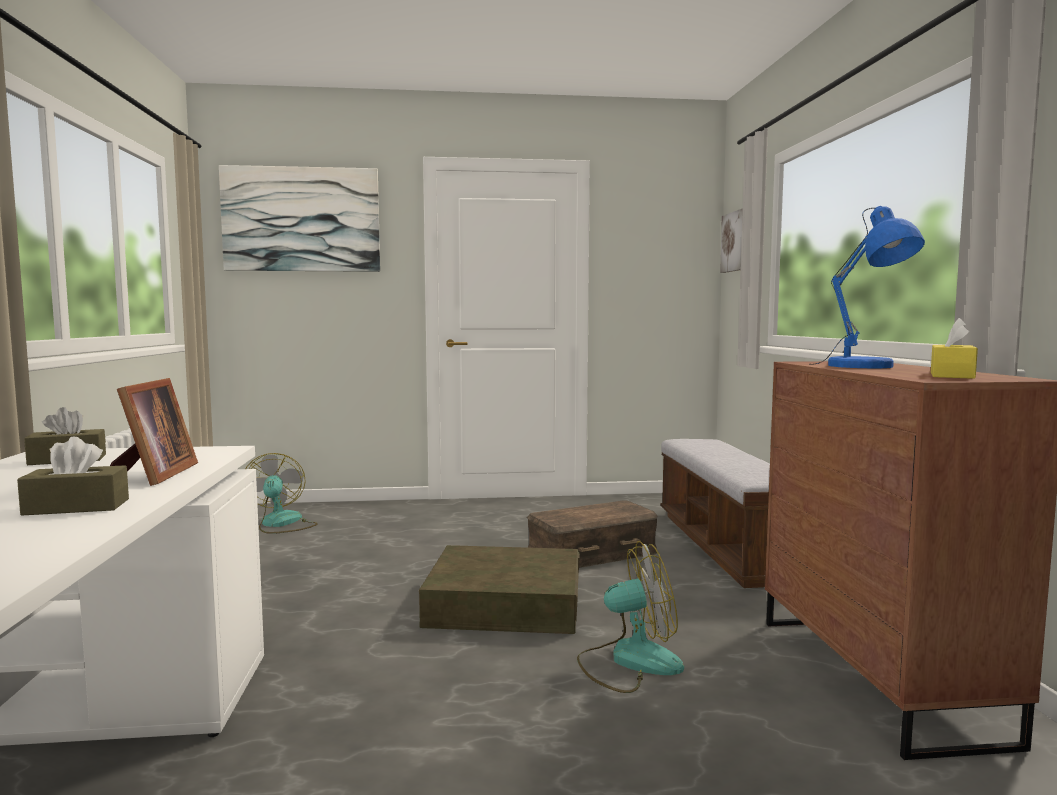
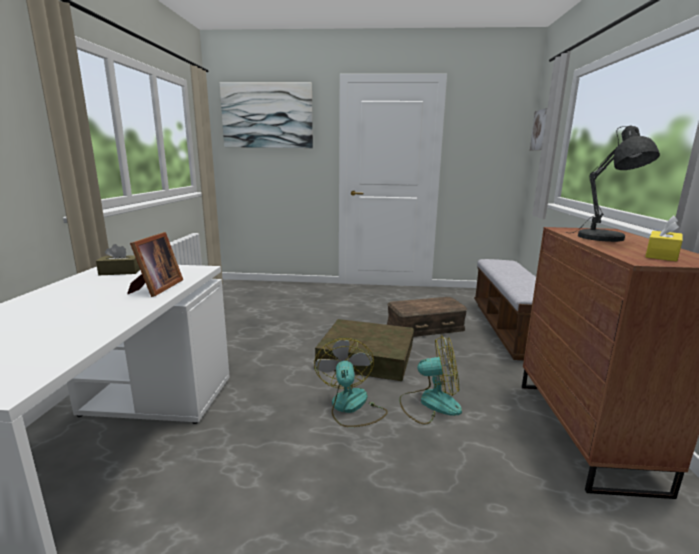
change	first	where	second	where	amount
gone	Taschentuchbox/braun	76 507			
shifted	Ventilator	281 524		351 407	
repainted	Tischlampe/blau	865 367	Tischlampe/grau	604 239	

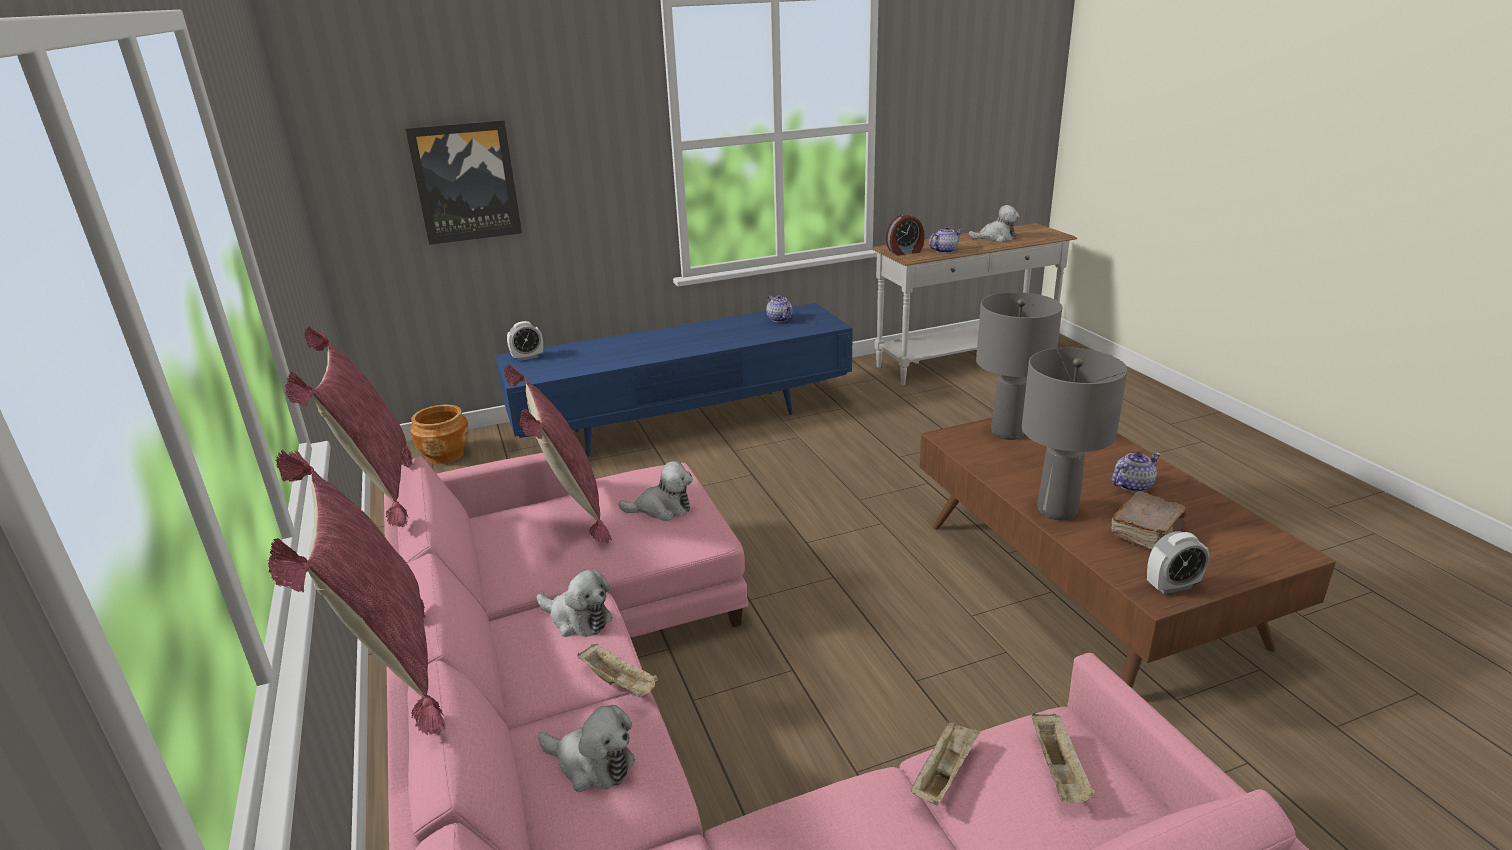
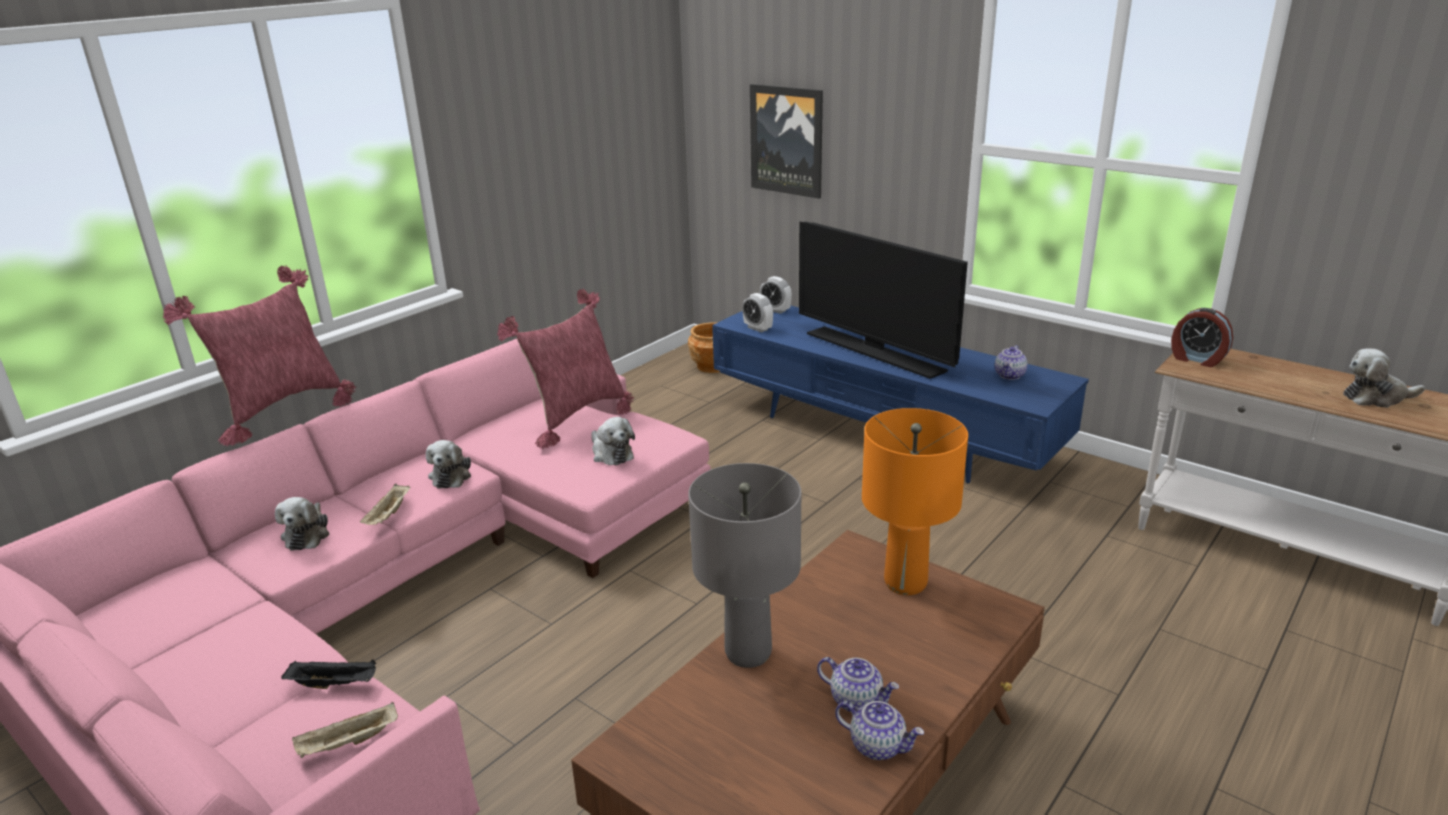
change	first	where	second	where	amount
gone	Kissen/rot	376 500			
gone	Buch/braun	1147 532			
new			Fernseher	875 352	
shifted	Teekanne	944 251		878 746	
shifted	Wecker	1172 586		758 328	
repainted	Tablett/beige	944 773	Tablett/schwarz	335 684	
repainted	Tischlampe/grau	1007 432	Tischlampe/orange	905 582	
rotated	Plüschtier	996 238		1376 397	120 degrees clockwise

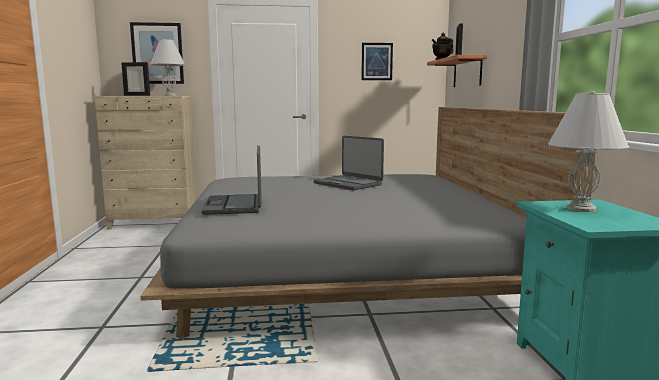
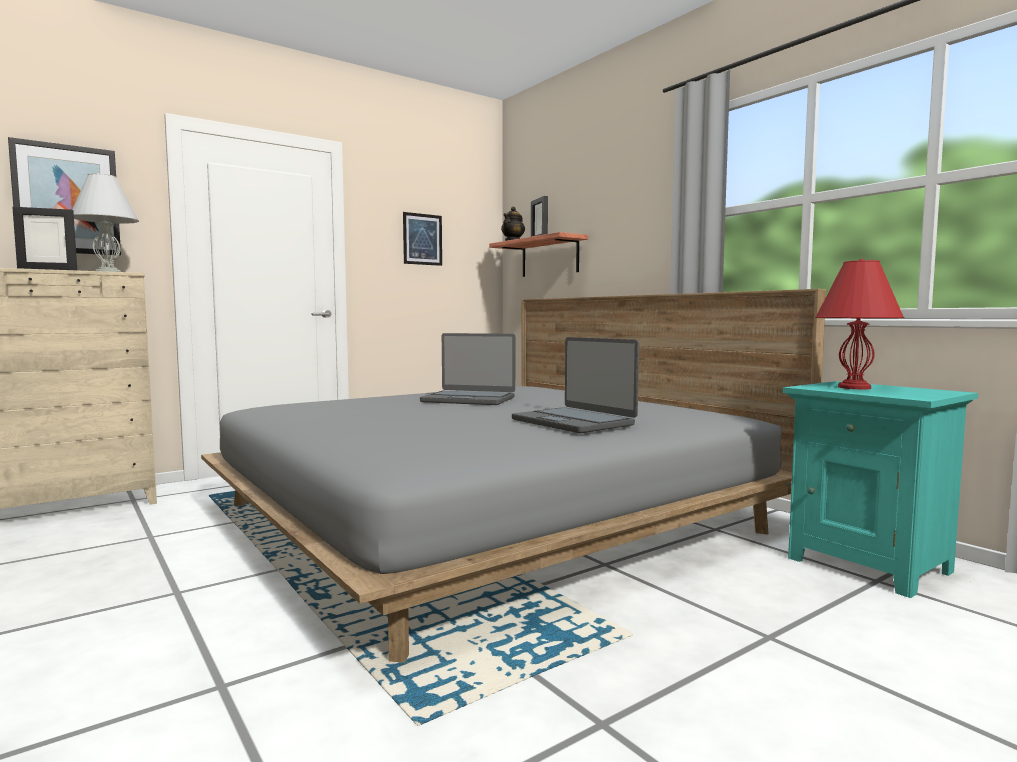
change	first	where	second	where	amount
shifted	Laptop	234 206		573 422	
repainted	Tischlampe/weiß	580 208	Tischlampe/rot	853 387	

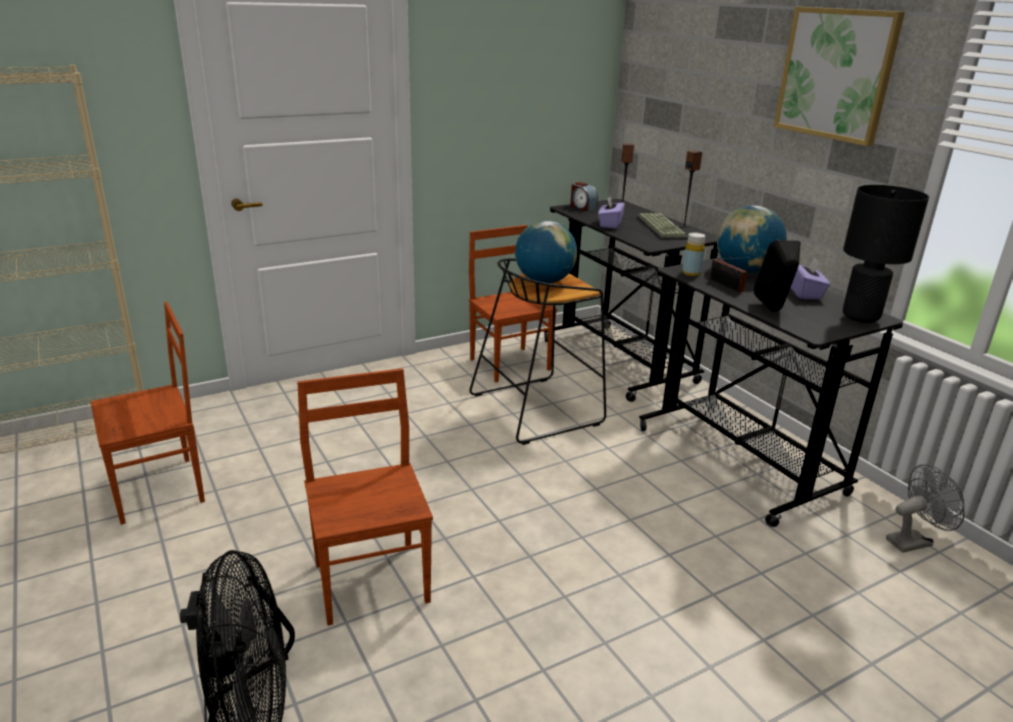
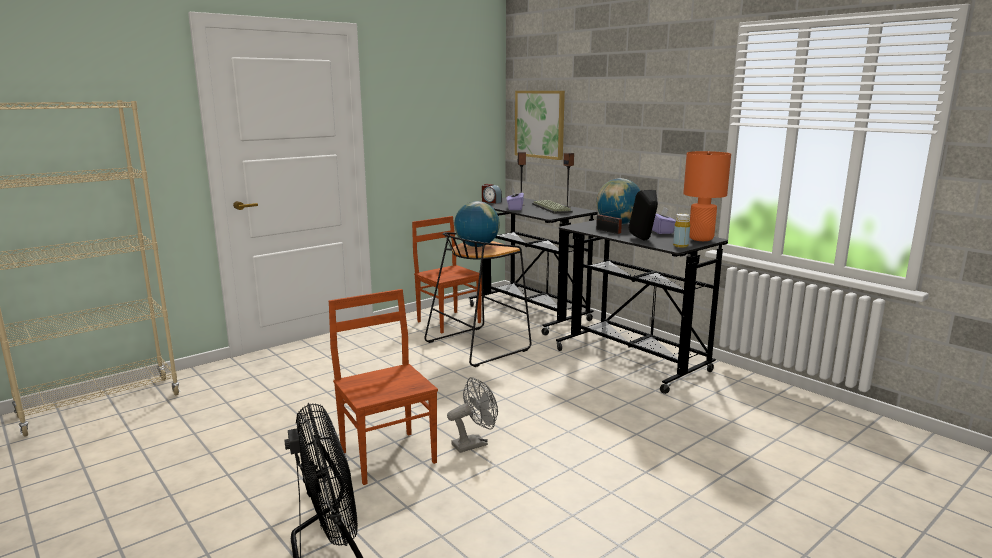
change	first	where	second	where	amount
gone	Stuhl/braun	159 490			
shifted	Flasche/gelb	691 273		680 246	
shifted	Bild	836 74		540 124	
shifted	Ventilator/grau	913 541		474 443	
repainted	Tischlampe/schwarz	861 319	Tischlampe/orange	701 240	

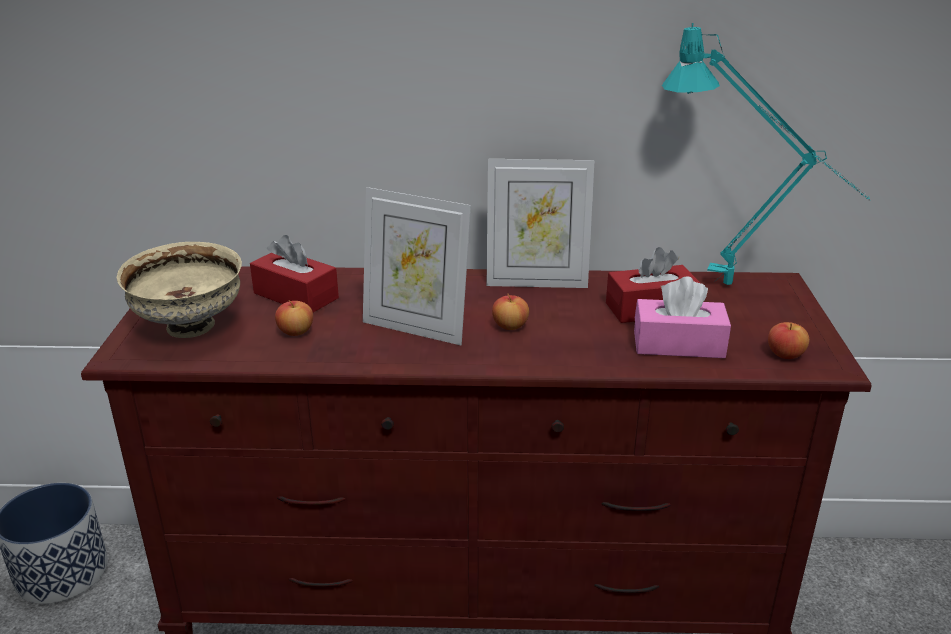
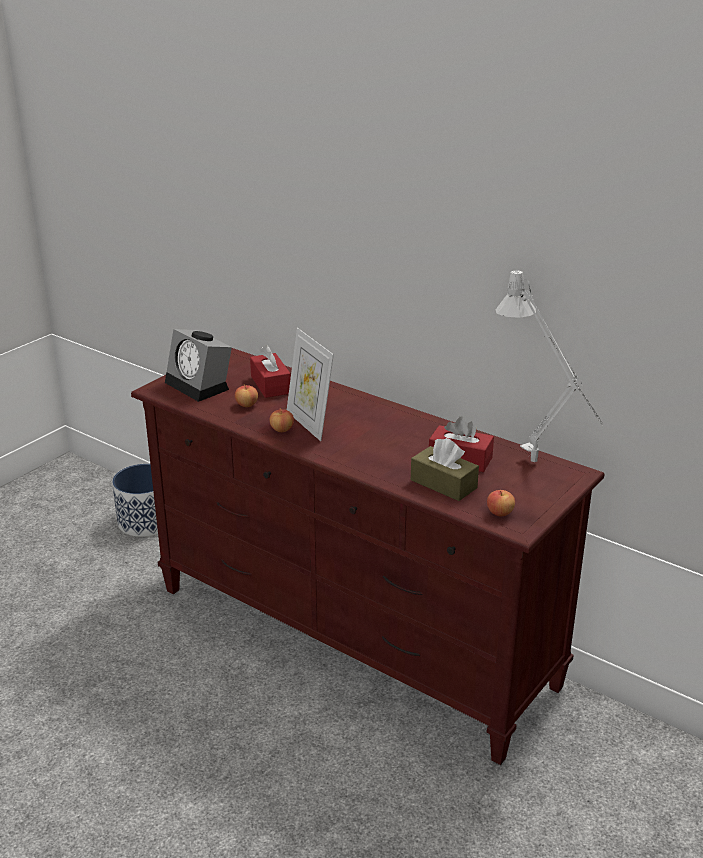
change	first	where	second	where	amount
gone	Bilderrahmen	536 282			
shifted	Apfel	510 326		282 429	
swapped	Schüssel/beige	192 327	Wecker	200 385	
repainted	Taschentuchbox/rosa	678 344	Taschentuchbox/braun	443 484	
repainted	Tischlampe/türkis	740 289	Tischlampe/grau	540 467	

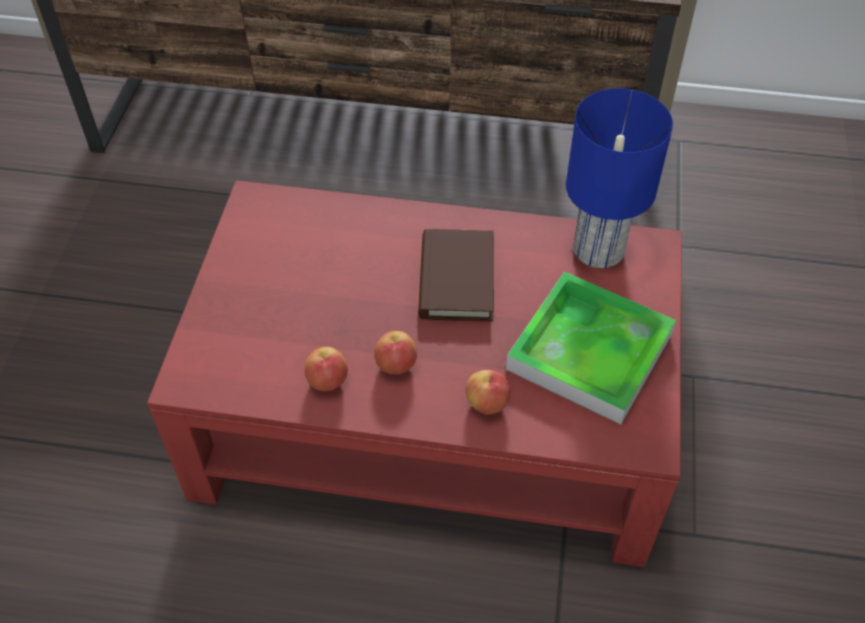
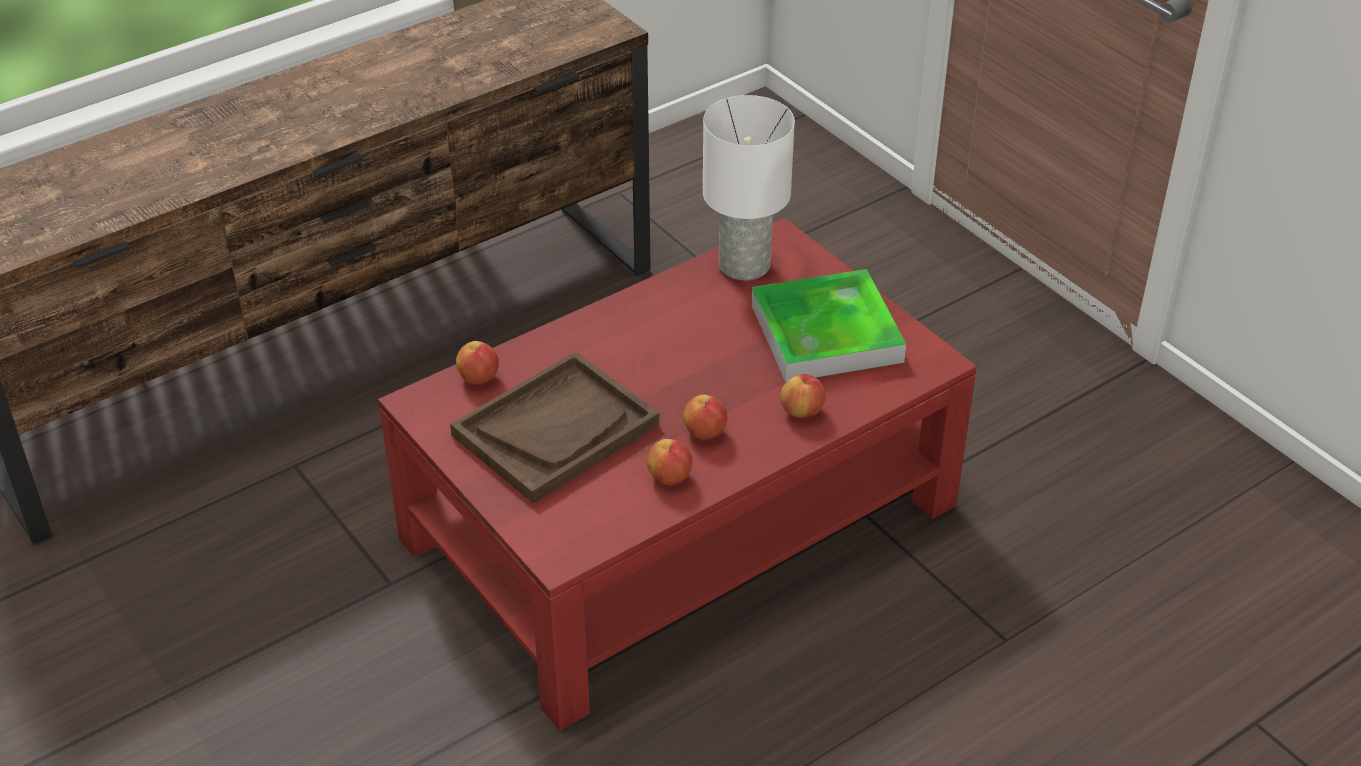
change	first	where	second	where	amount
gone	Buch/braun	456 279			
new			Tablett/braun	555 429	
new			Apfel	479 378	
repainted	Tischlampe/blau	597 249	Tischlampe/weiß	743 265	

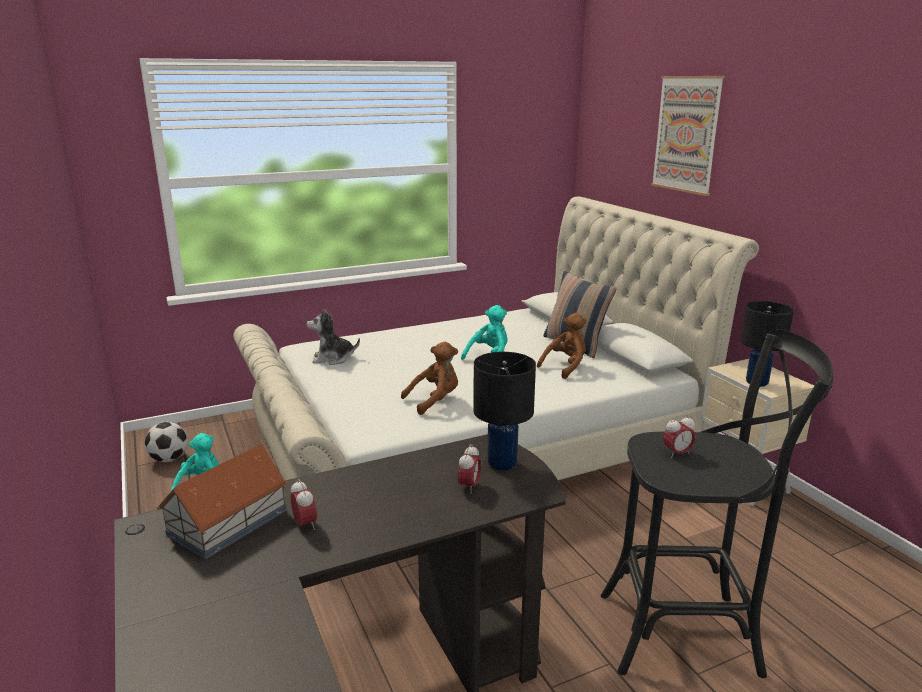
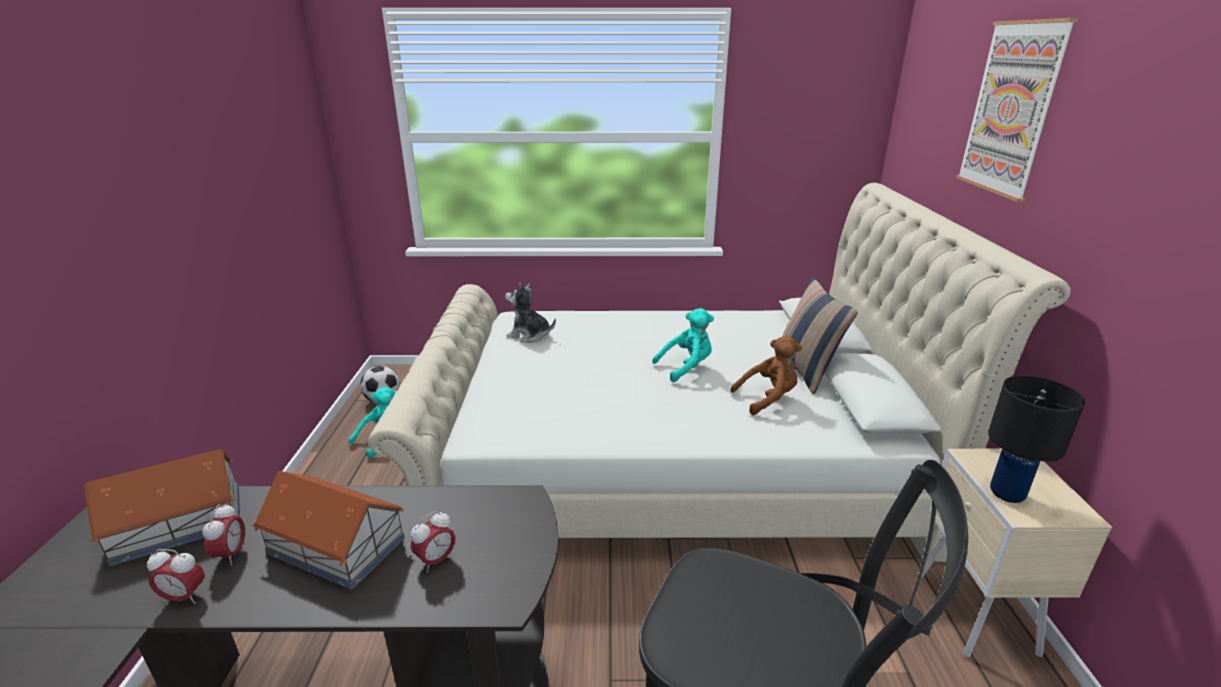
change	first	where	second	where	amount
gone	Plüschtier/braun	435 401			
gone	Tischlampe/schwarz	504 464			
new			Spielzeughaus	337 546	
shifted	Wecker	677 453		184 597	

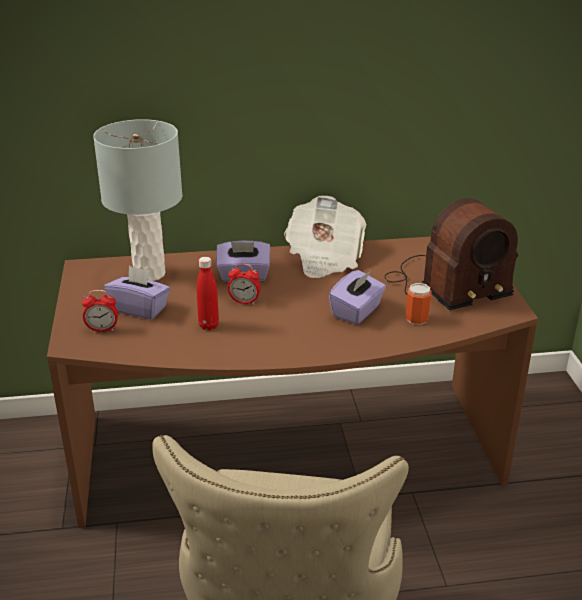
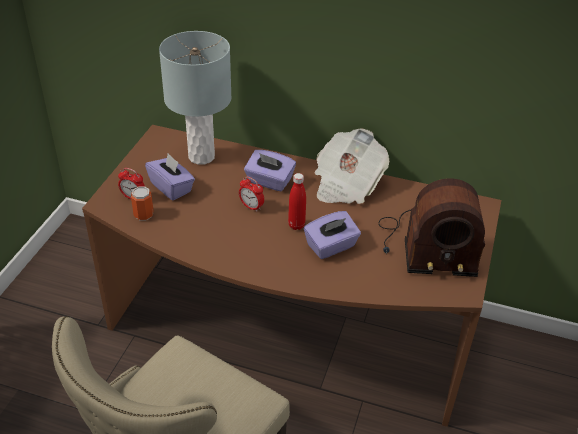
change	first	where	second	where	amount
shifted	Flasche/rot	208 325		296 225	
shifted	Dose	417 319		143 215	

